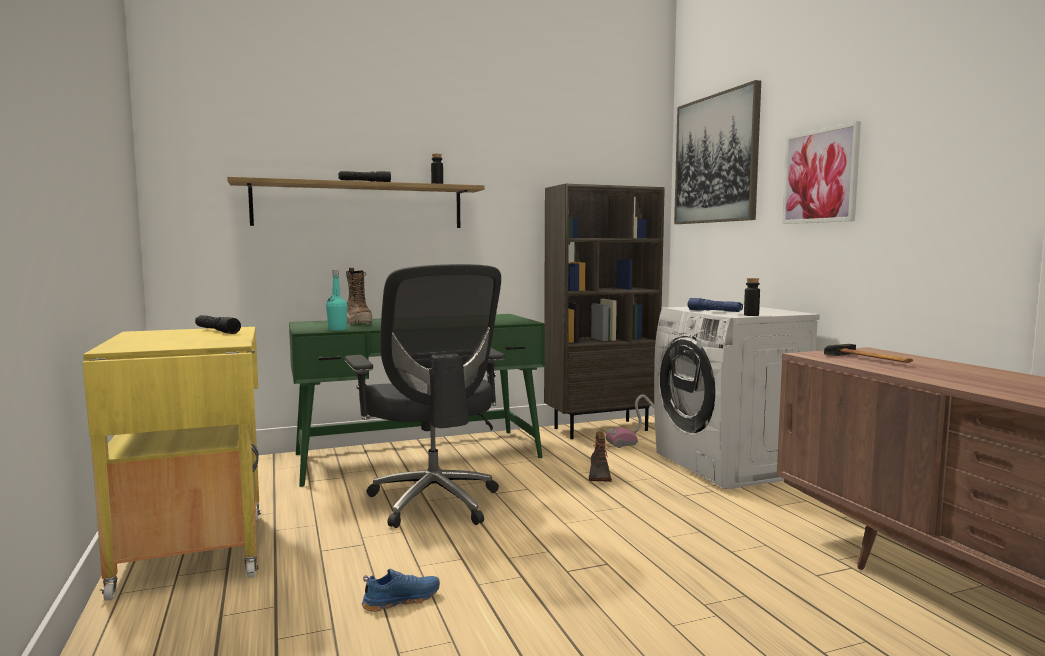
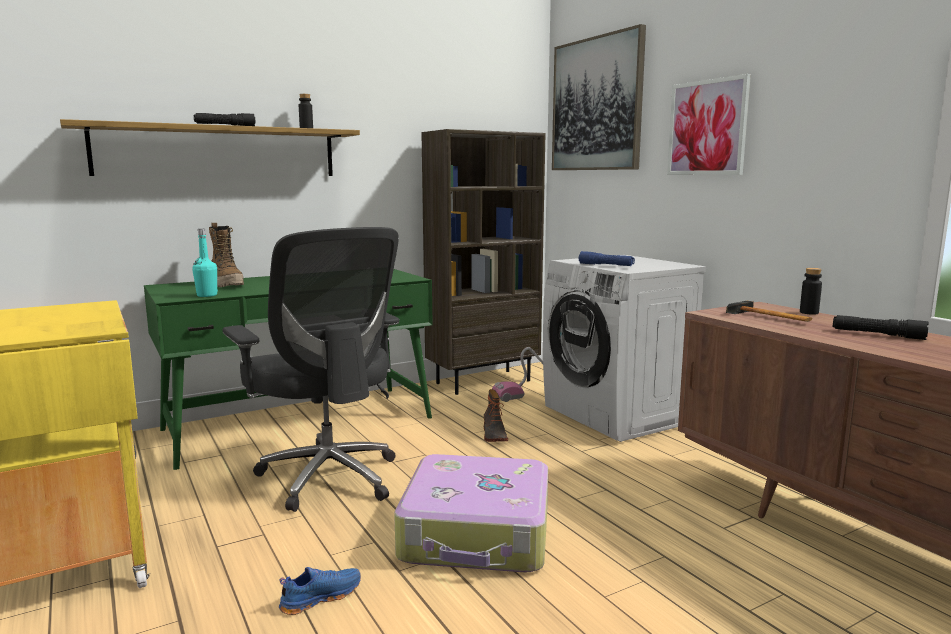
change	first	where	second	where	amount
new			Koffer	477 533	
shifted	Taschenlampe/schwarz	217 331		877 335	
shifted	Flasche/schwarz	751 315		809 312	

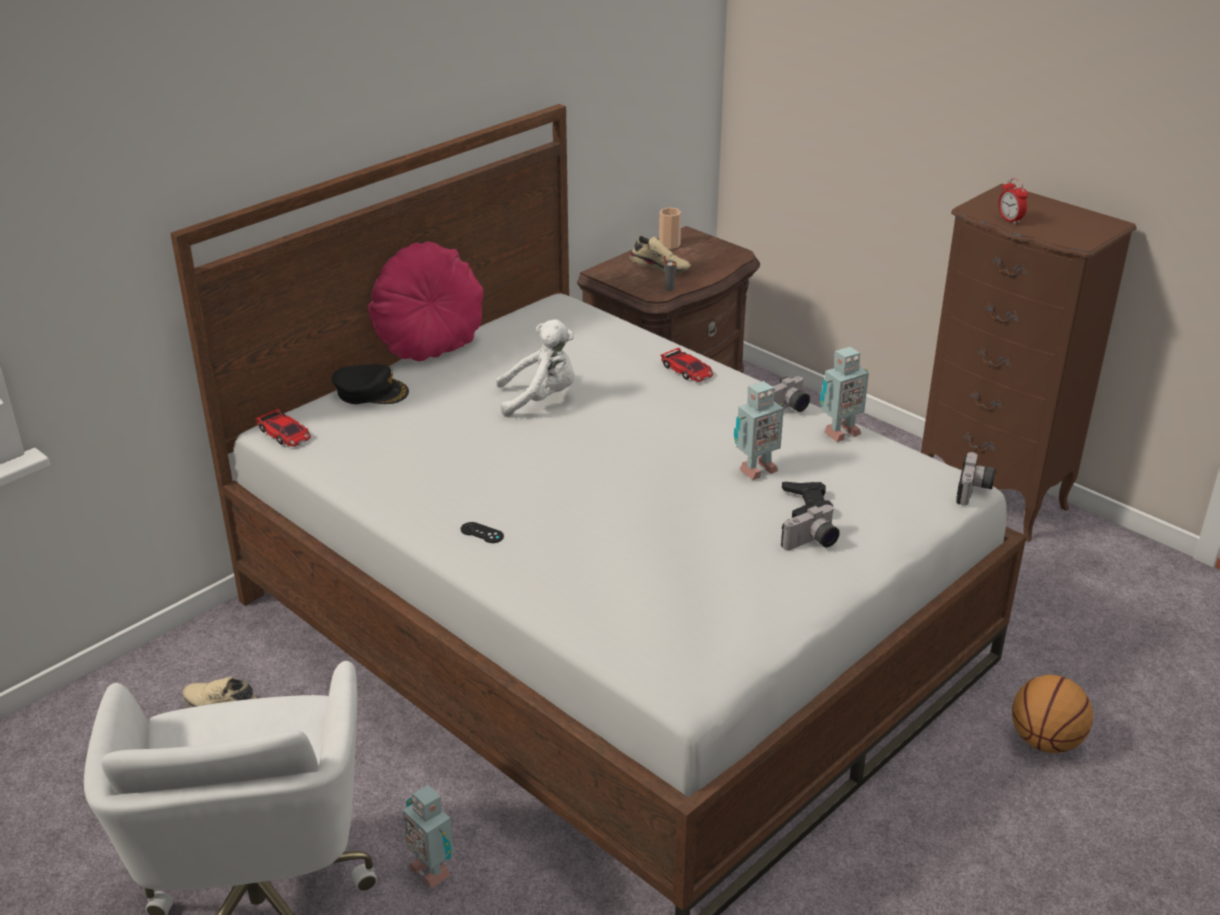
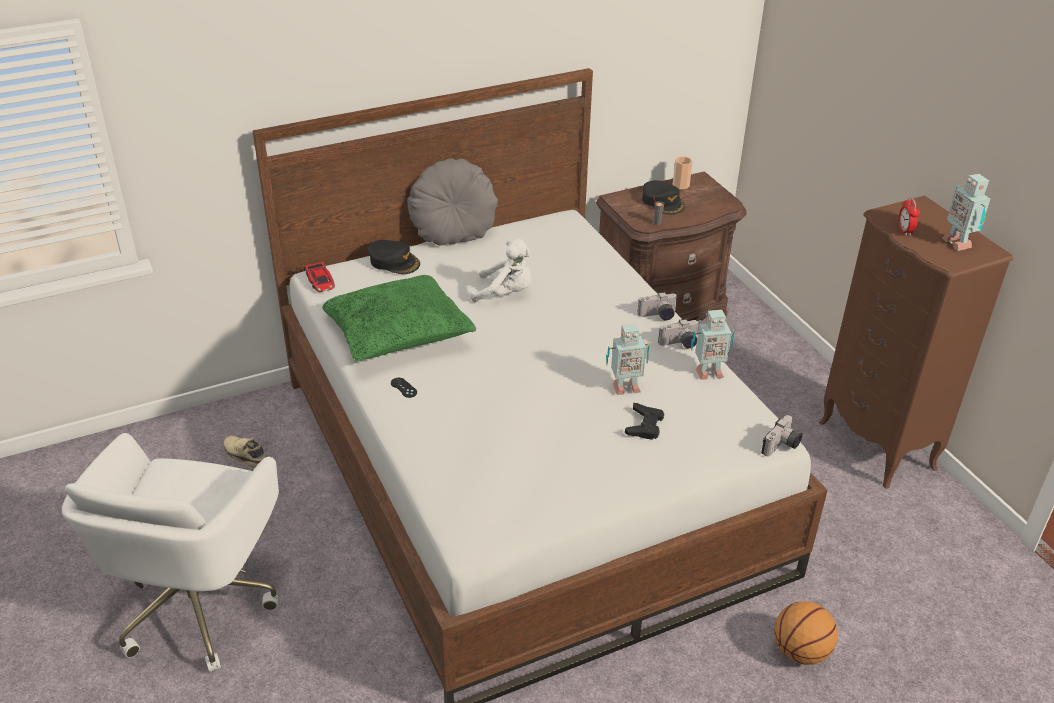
change	first	where	second	where	amount
gone	Spielzeugauto	687 370			
new			Kissen/grün	398 334	
shifted	Spielzeugroboter	432 869		957 242	
shifted	Kamera	812 543		658 316	
swapped	Schuh/beige	660 266	Kappe/schwarz	663 202	
repainted	Kissen/rosa	429 349	Kissen/grau	453 236	

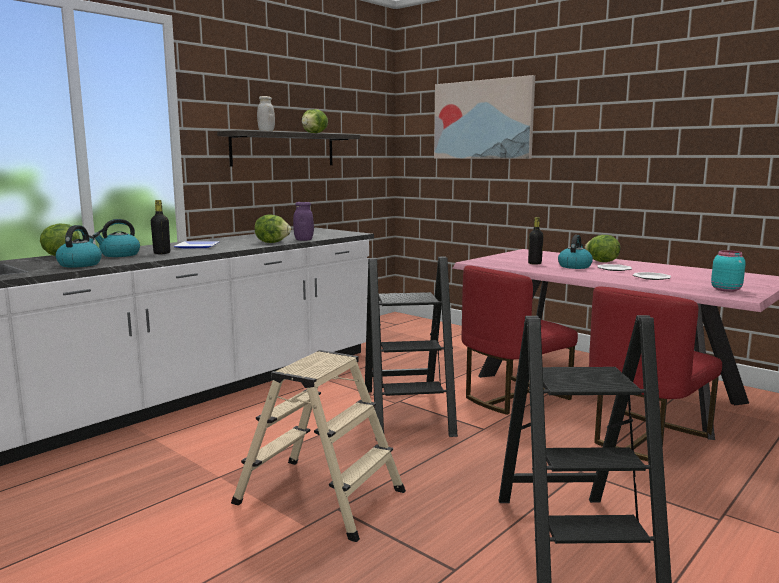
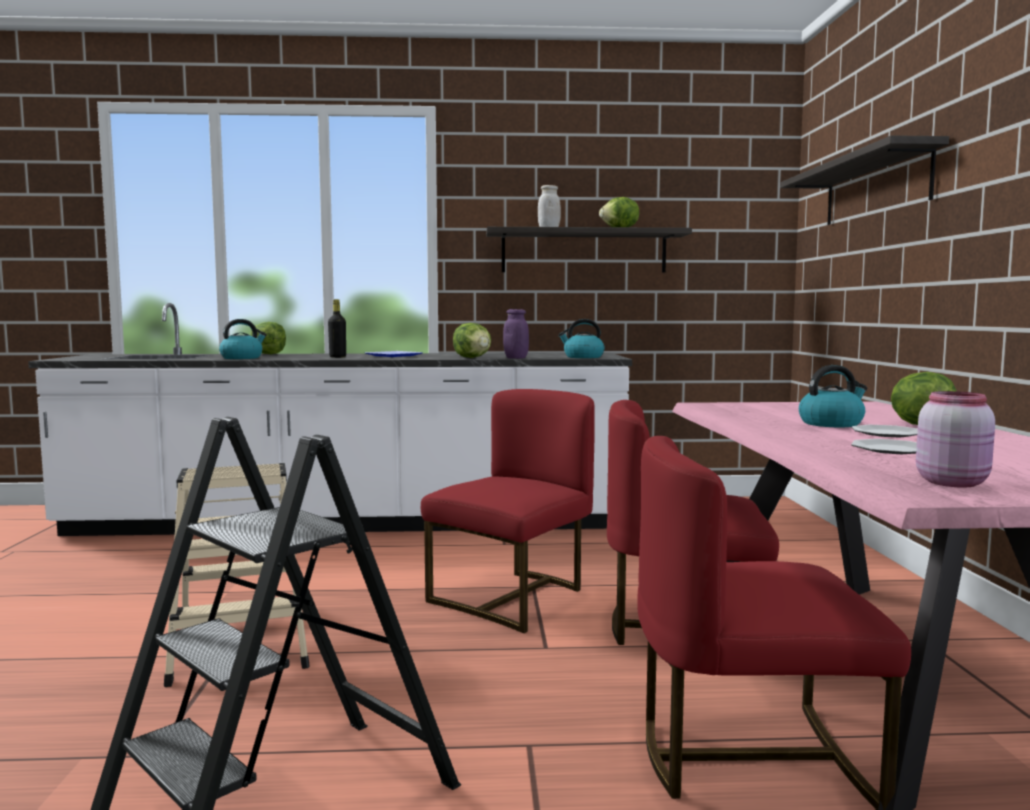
change	first	where	second	where	amount
gone	Flasche/schwarz	534 263			
shifted	Wasserkessel	119 255		583 357	
swapped	Trittleiter/schwarz	407 411	Stuhl/rot	513 598	
swapped	Bild	483 119	Wandregal	875 188	
repainted	Vorratsglas/türkis	725 289	Vorratsglas/rosa	952 482	

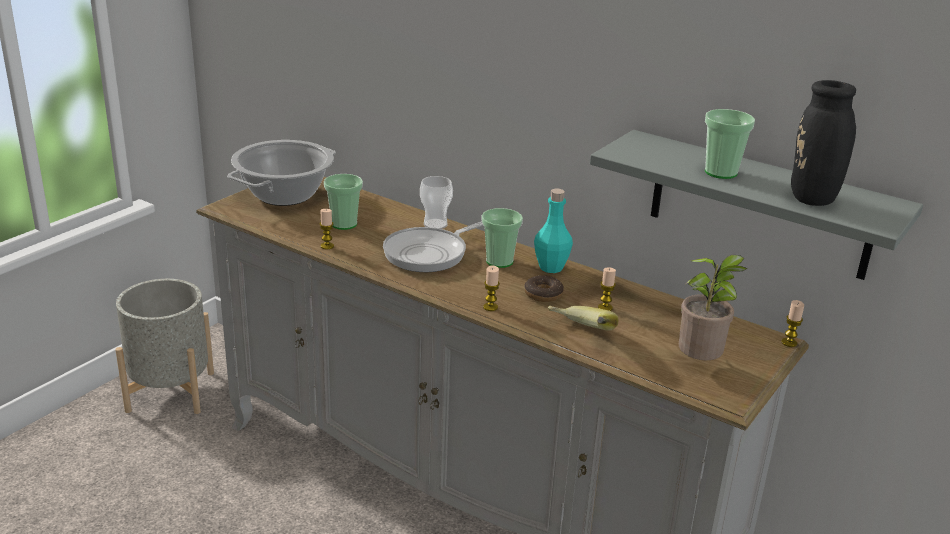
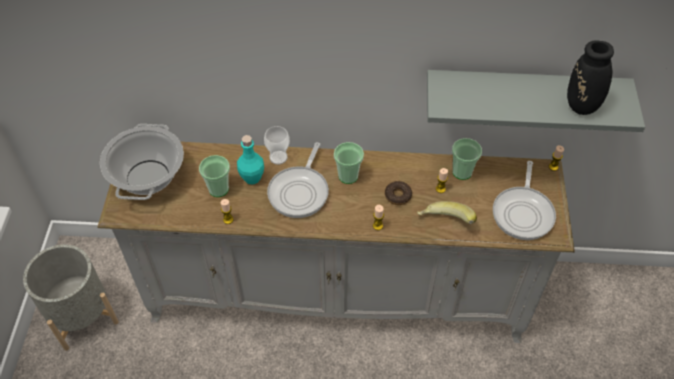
change	first	where	second	where	amount
shifted	Flasche/türkis	551 267		252 178	
shifted	Tasse	720 172		462 172	
swapped	Topfpflanze	701 364	Pfanne	523 212	

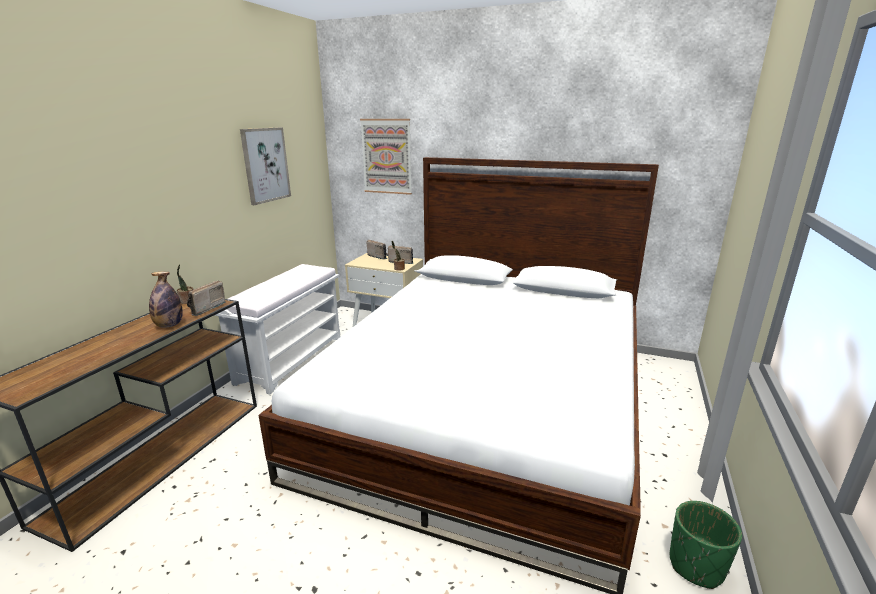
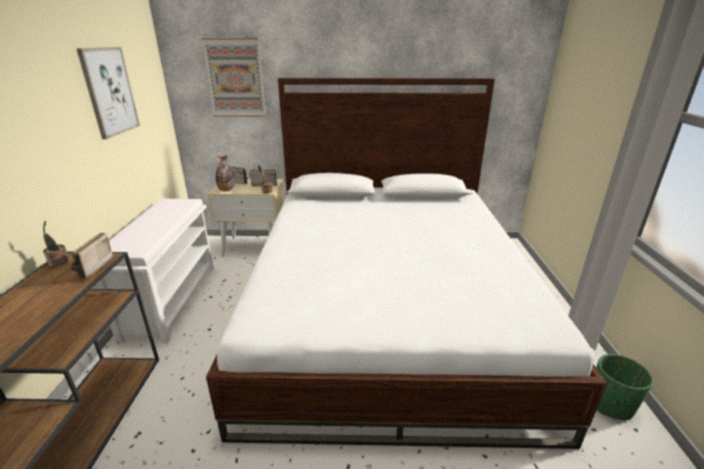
change	first	where	second	where	amount
shifted	Flasche	169 325		226 190	

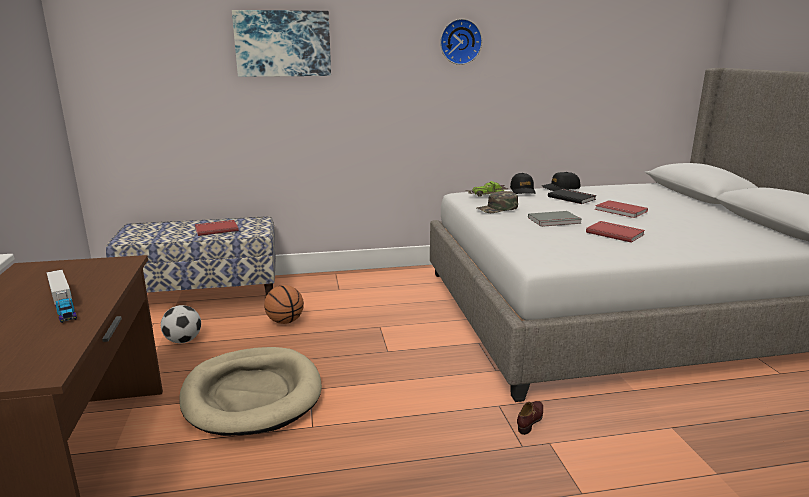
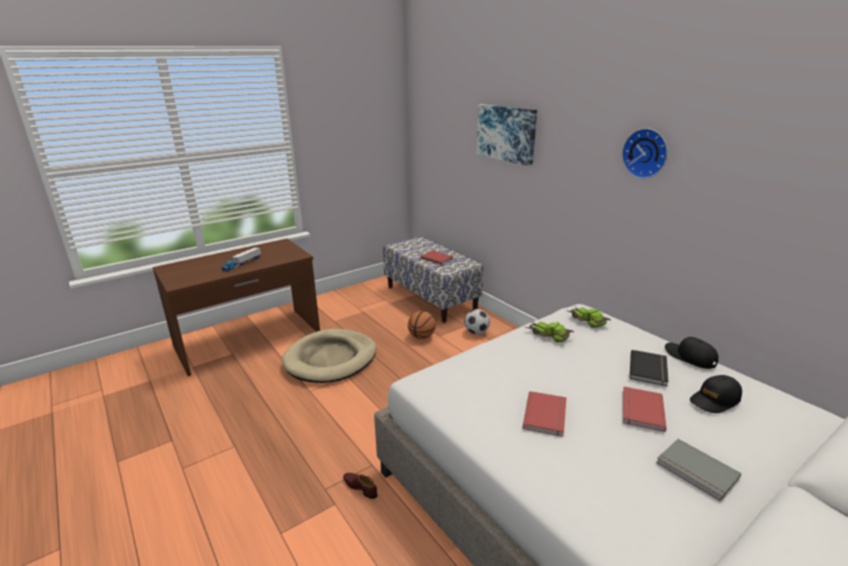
change	first	where	second	where	amount
shifted	Fußball	183 341		476 332	
shifted	Kappe/schwarz	522 190		714 400	
shifted	Buch/grau	555 221		696 471	
swapped	Kappe/grün	497 208	Spielzeugauto	548 334	
rotated	Schuh/braun	531 420		360 487	150 degrees counterclockwise

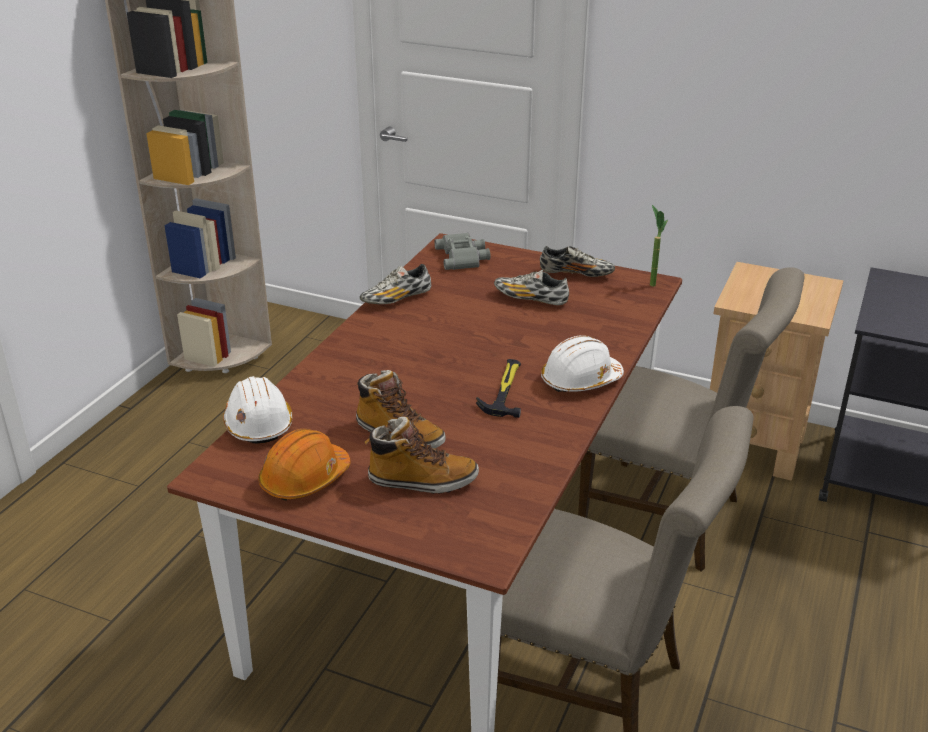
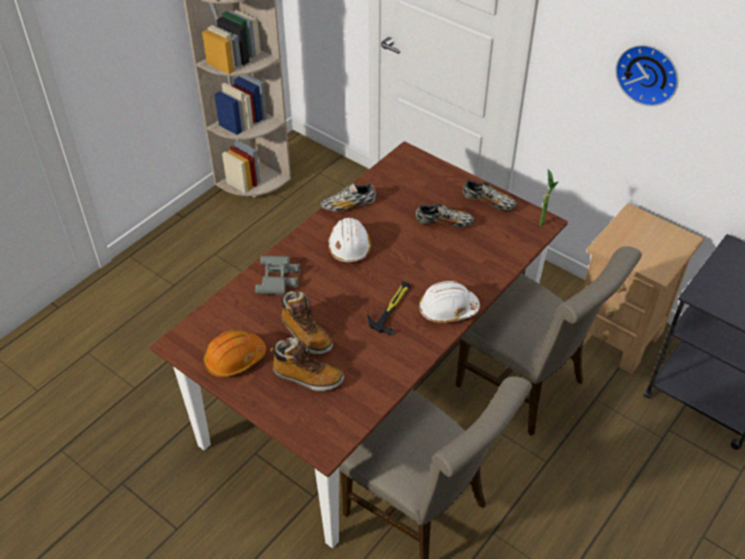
change	first	where	second	where	amount
new			Wanduhr	648 73	
shifted	Schutzhelm/weiß	258 424		349 246	
shifted	Fernglas/grau	463 257		279 278	
rotated	Schuh	530 299		444 223	150 degrees clockwise

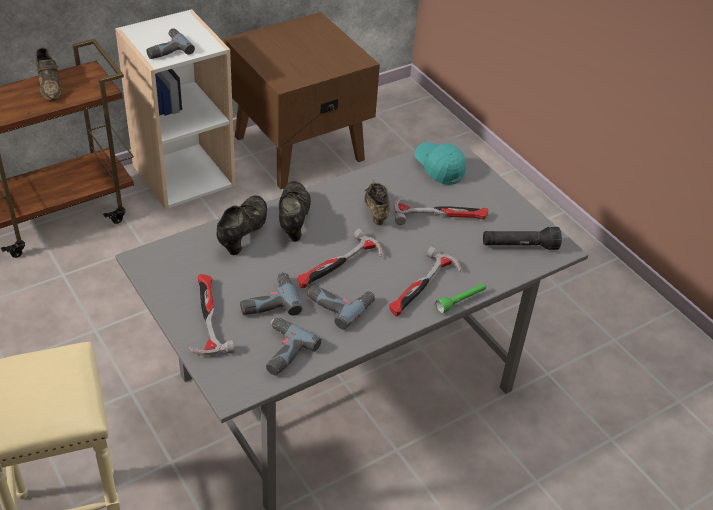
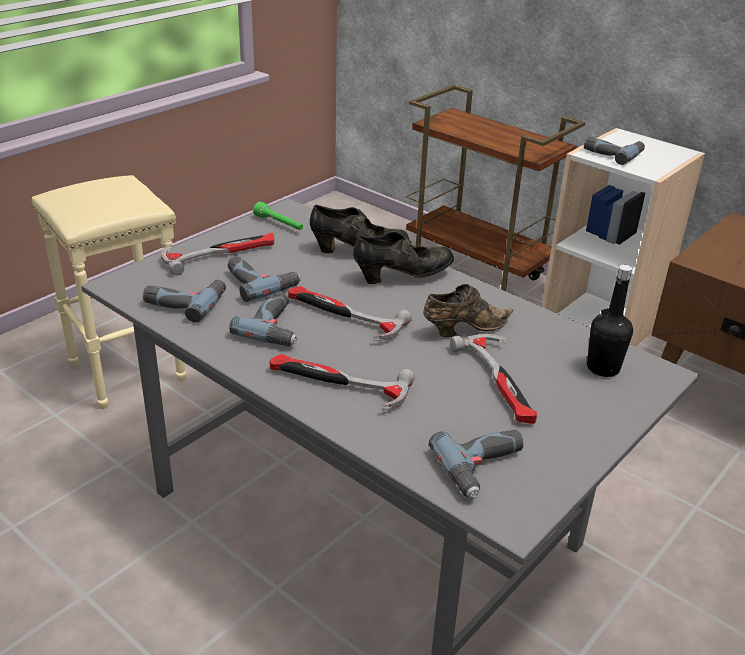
change	first	where	second	where	amount
gone	Schuh/braun	50 86			
shifted	Taschenlampe/grün	461 301		279 224	
swapped	Kappe/türkis	438 168	Flasche/schwarz	603 368	
swapped	Taschenlampe/schwarz	519 246	Bohrmaschine	484 468	

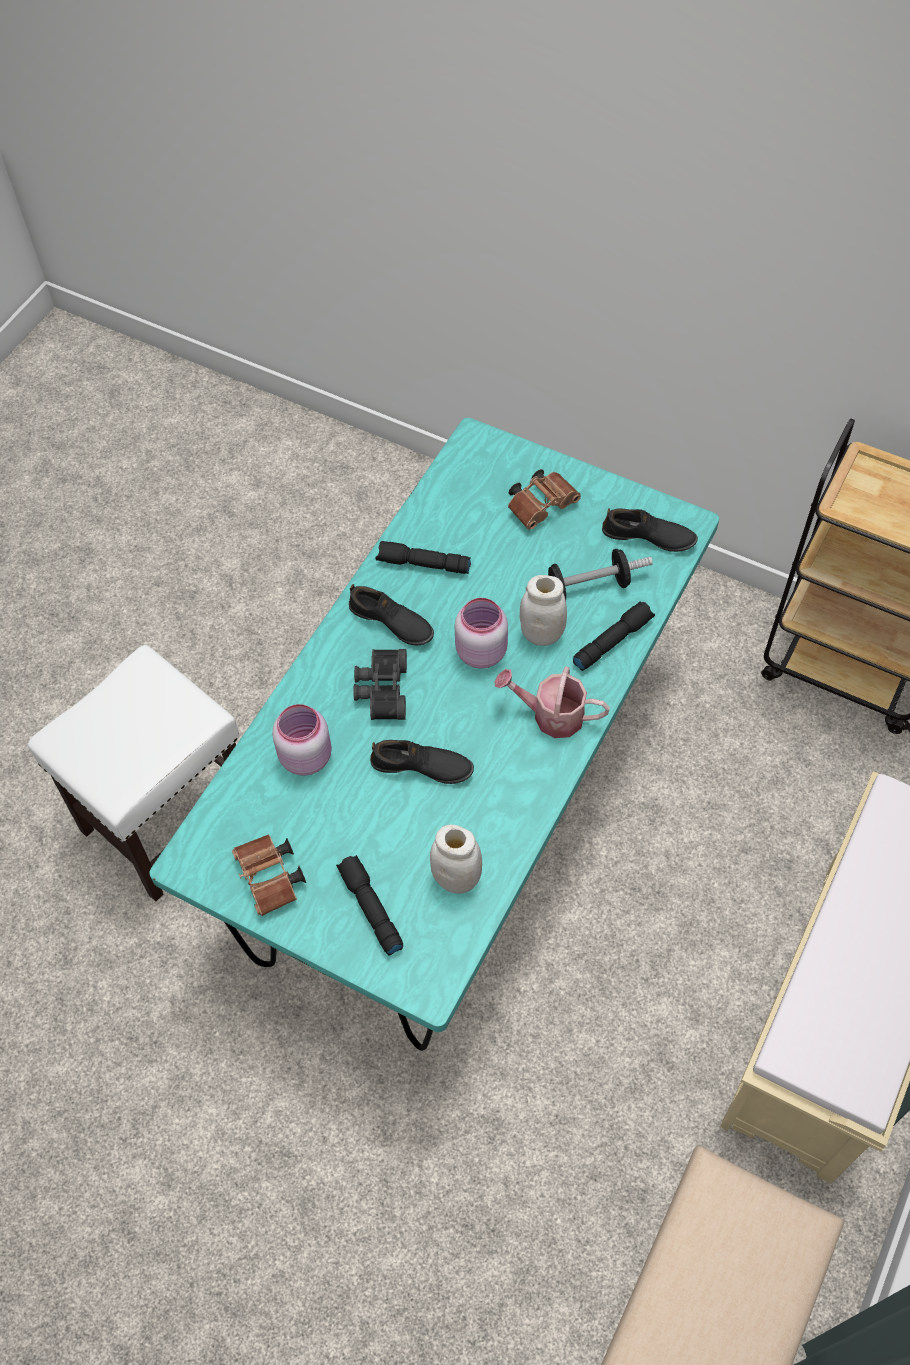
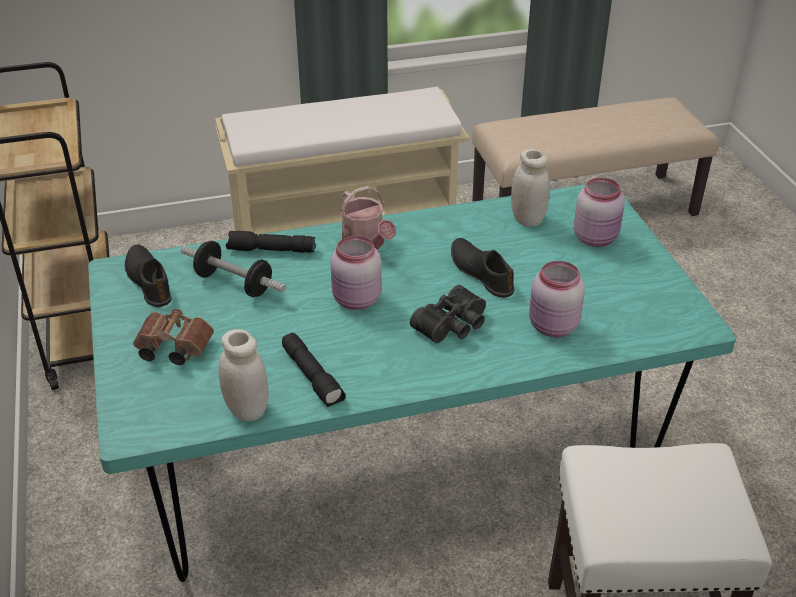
change	first	where	second	where	amount
gone	Fernglas/braun	271 880			
gone	Schuh/schwarz	391 623			
shifted	Vorratsglas/weiß	542 634		247 410	
swapped	Taschenlampe/schwarz	369 908	Vorratsglas/rosa	596 238	

